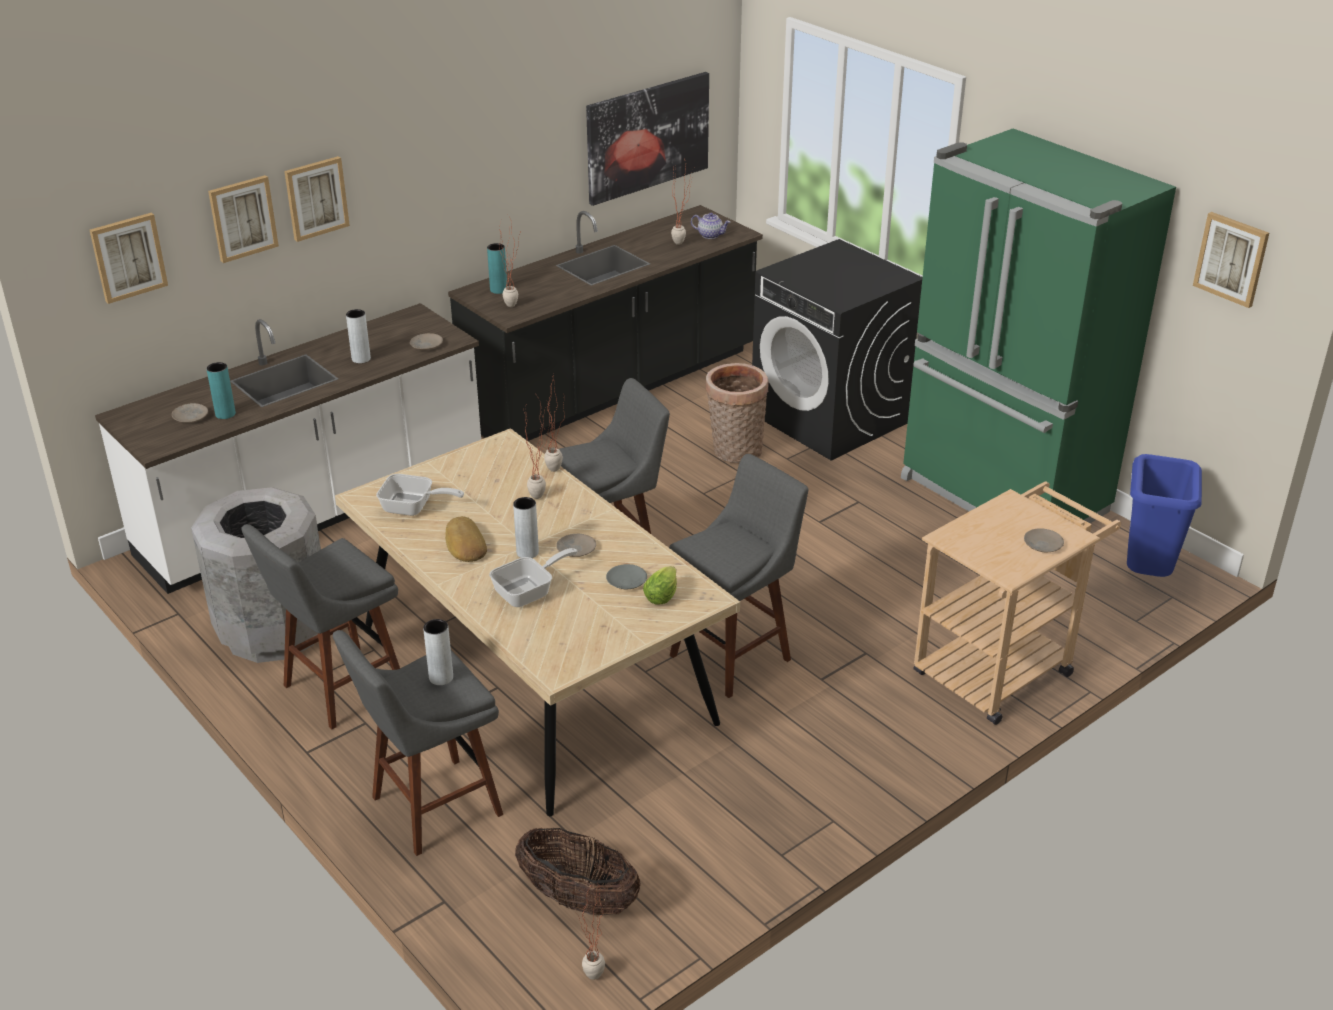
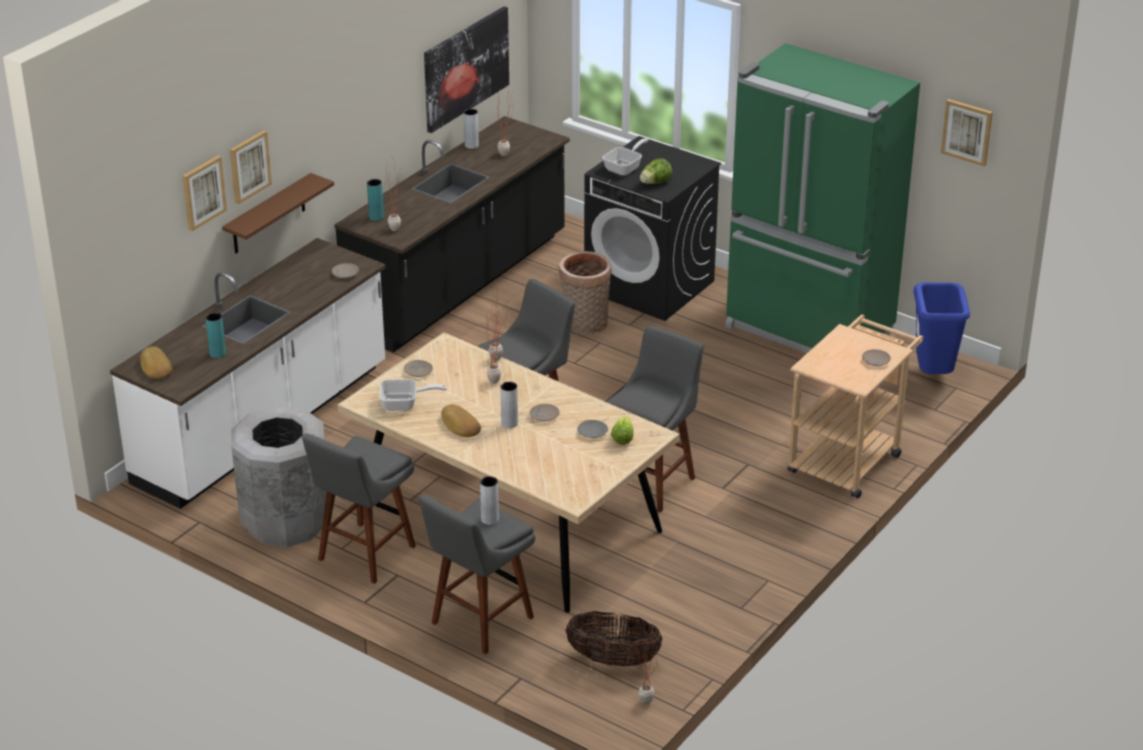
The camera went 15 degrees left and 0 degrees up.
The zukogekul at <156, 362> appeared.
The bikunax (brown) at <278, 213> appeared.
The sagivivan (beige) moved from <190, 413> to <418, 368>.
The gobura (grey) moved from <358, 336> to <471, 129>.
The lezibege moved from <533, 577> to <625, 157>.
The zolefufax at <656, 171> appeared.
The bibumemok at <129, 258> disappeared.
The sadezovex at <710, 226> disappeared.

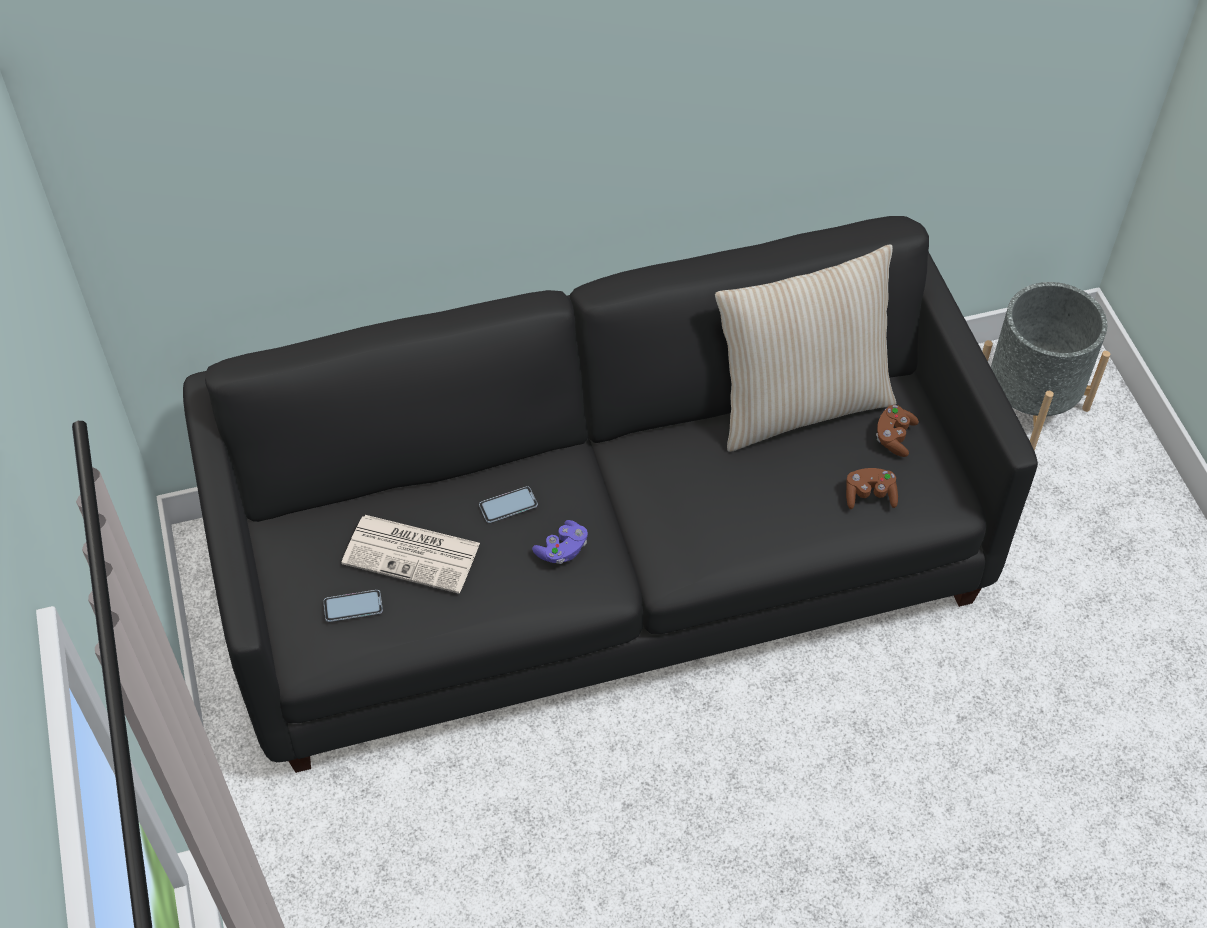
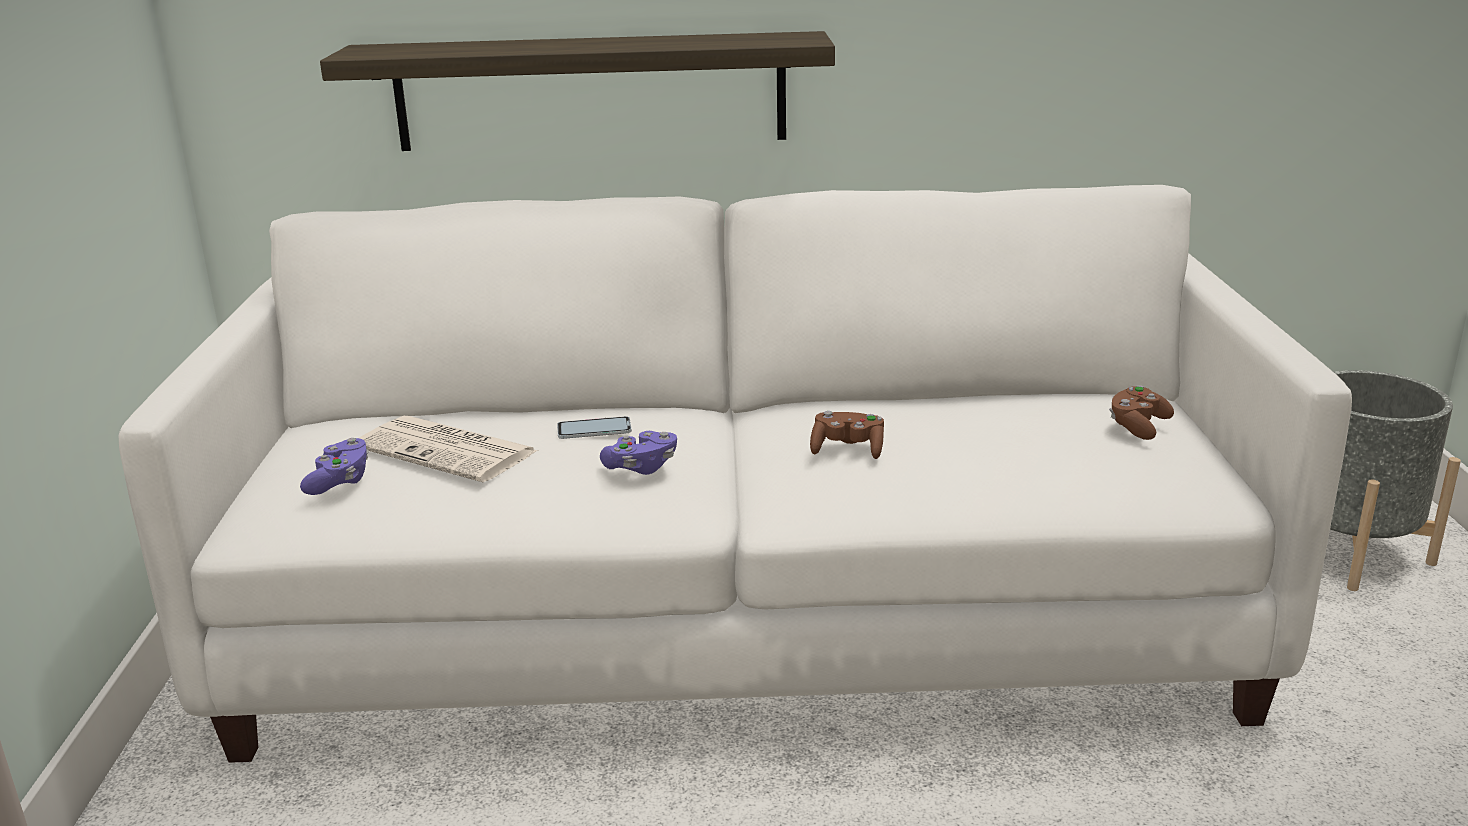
The camera went 15 degrees right and 30 degrees down.
The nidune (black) at <610, 494> became the nidune (white) at <735, 474>.
The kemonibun at <353, 606> was replaced by the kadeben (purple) at <334, 466>.
The bikunax at <577, 91> appeared.
The kadeben (brown) moved from <872, 488> to <847, 435>.
The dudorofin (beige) at <805, 348> disappeared.

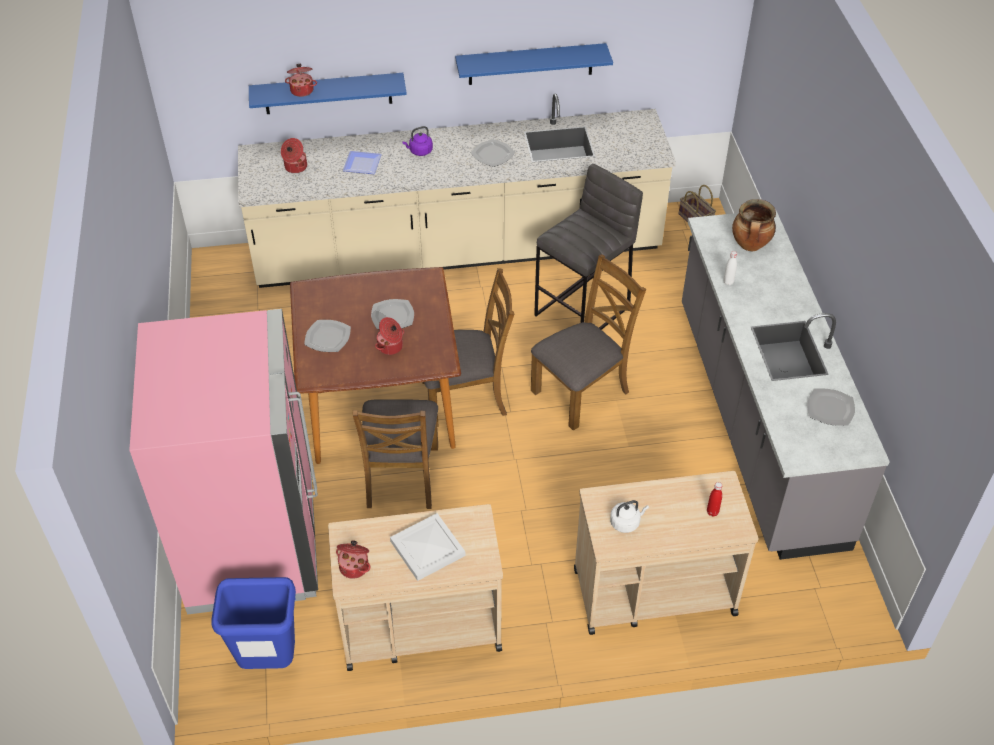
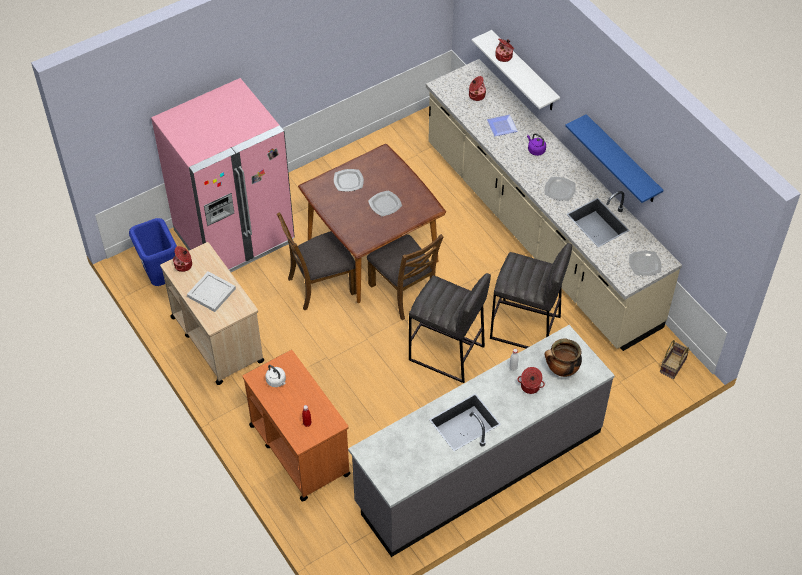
The camera went 65 degrees right and 5 degrees up.
The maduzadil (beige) at <666, 553> became the maduzadil (orange) at <297, 425>.
The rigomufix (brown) at <588, 342> was replaced by the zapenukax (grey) at <450, 328>.
The bikunax (blue) at <328, 93> became the bikunax (white) at <516, 70>.
The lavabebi moved from <389, 336> to <531, 380>.
The sagivivan moved from <831, 407> to <645, 263>.

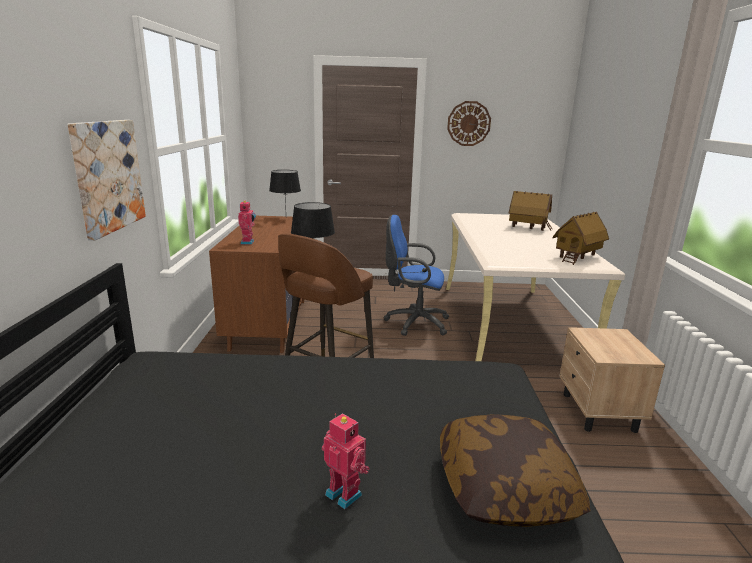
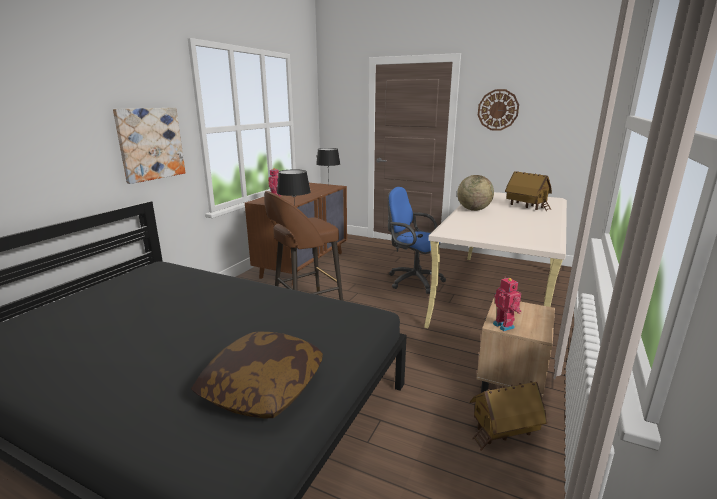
The camera went 25 degrees right and 0 degrees up.
The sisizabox at <475, 193> appeared.
The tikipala moved from <580, 238> to <508, 416>.
The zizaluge moved from <346, 461> to <507, 304>.

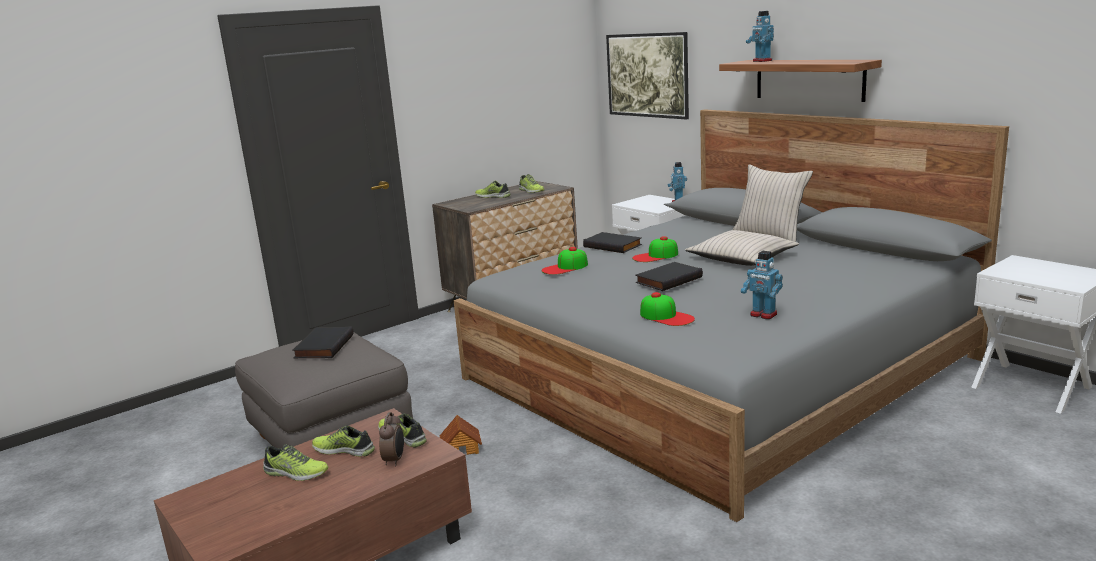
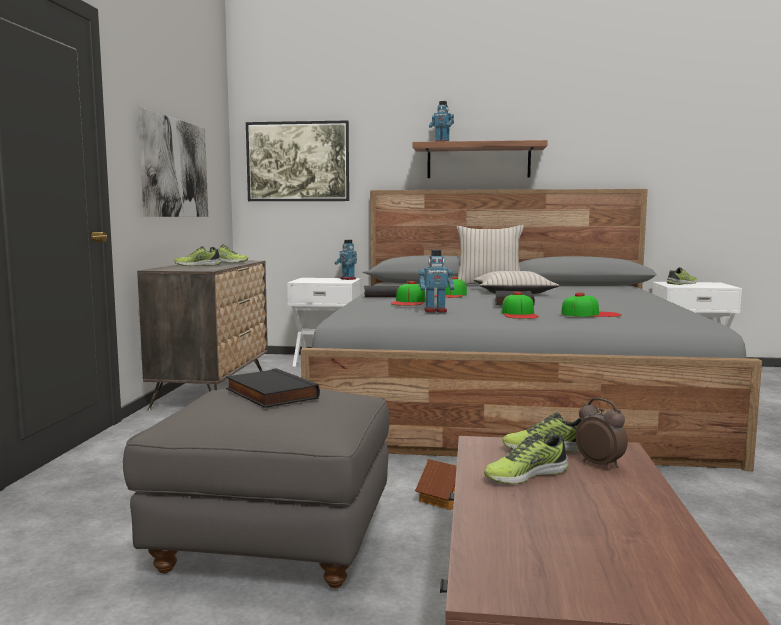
The camera went 45 degrees left and 10 degrees down.
The bibumemok at <173, 162> appeared.
The zizaluge moved from <762, 285> to <436, 281>.
The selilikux at <520, 305> appeared.
The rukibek moved from <295, 462> to <682, 276>.

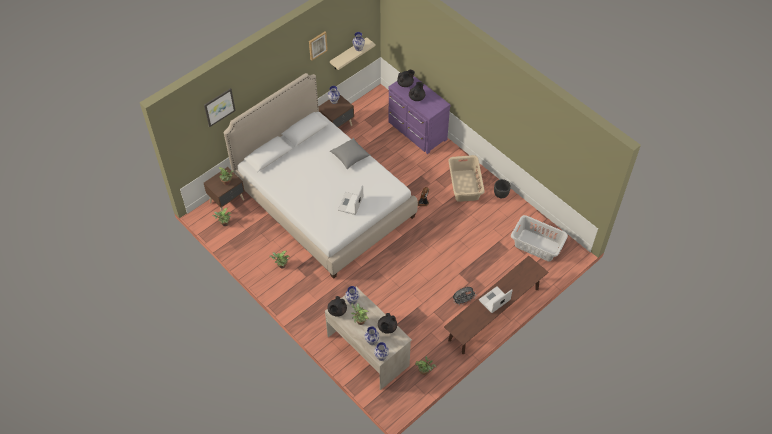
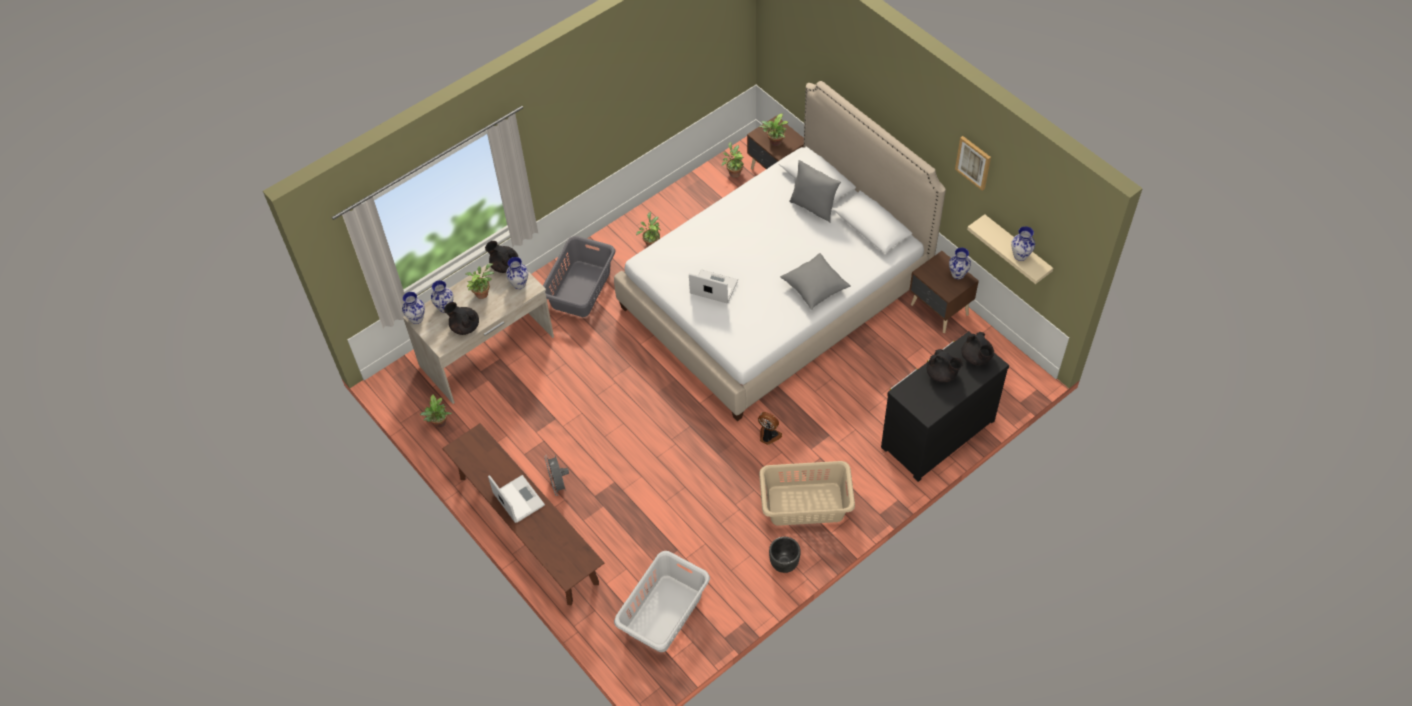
The camera went 95 degrees right and 0 degrees up.
The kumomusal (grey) at <579, 276> appeared.
The dudorofin (grey) at <815, 191> appeared.
The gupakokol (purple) at <419, 115> became the gupakokol (black) at <945, 406>.
The bibumemok at <220, 107> disappeared.

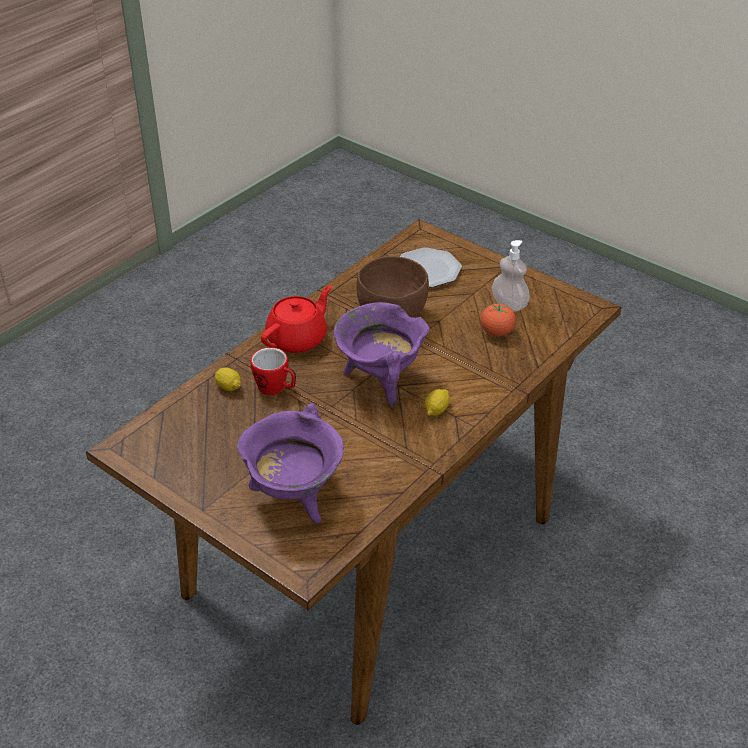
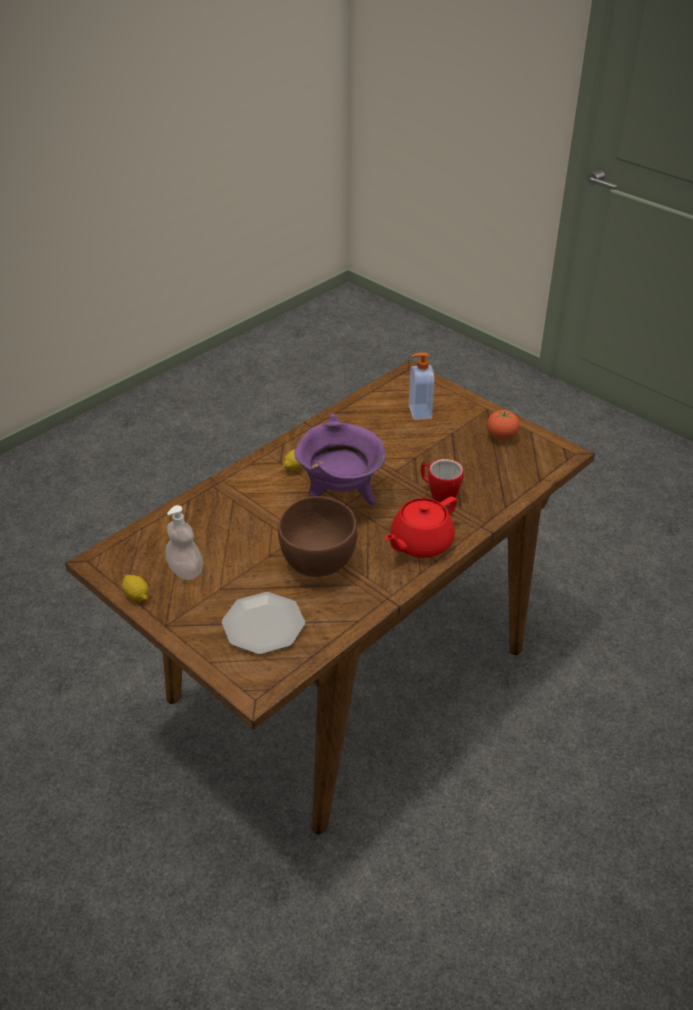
The camera went 175 degrees left and 0 degrees up.
The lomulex moved from <228, 379> to <135, 588>.
The lavabebi (purple) at <290, 463> was replaced by the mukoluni at <421, 386>.
The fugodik moved from <498, 319> to <503, 424>.

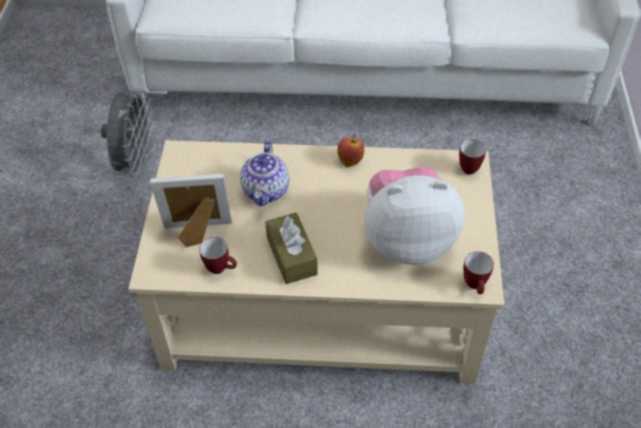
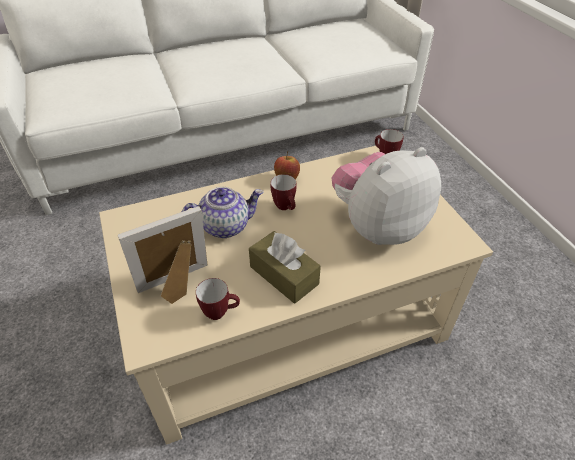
The camera went 25 degrees left and 5 degrees down.
The sadezovex at <264, 173> turned 90 degrees counterclockwise.
The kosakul moved from <478, 272> to <283, 192>.
The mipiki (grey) at <127, 133> disappeared.

